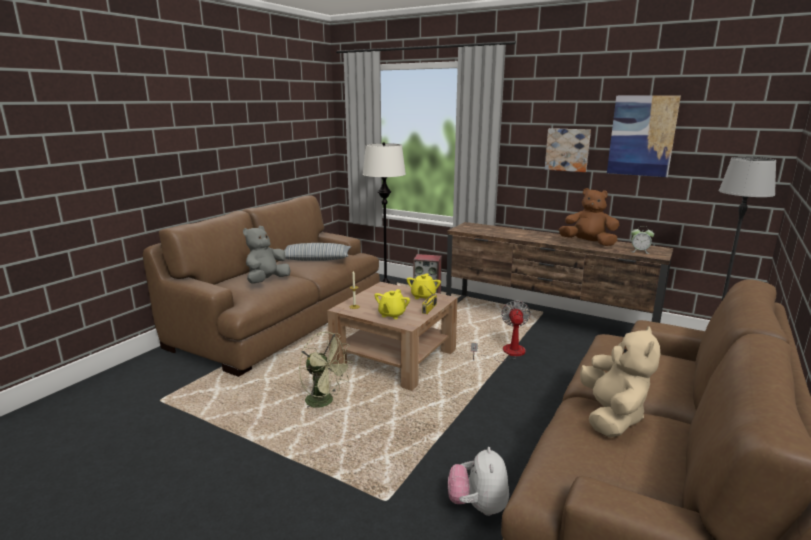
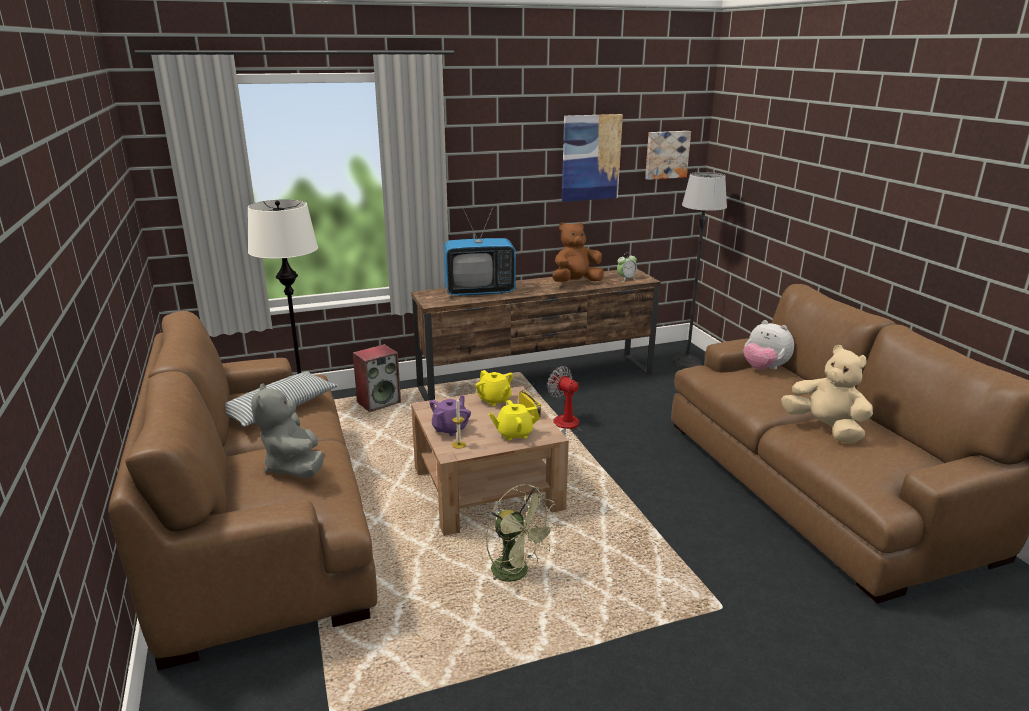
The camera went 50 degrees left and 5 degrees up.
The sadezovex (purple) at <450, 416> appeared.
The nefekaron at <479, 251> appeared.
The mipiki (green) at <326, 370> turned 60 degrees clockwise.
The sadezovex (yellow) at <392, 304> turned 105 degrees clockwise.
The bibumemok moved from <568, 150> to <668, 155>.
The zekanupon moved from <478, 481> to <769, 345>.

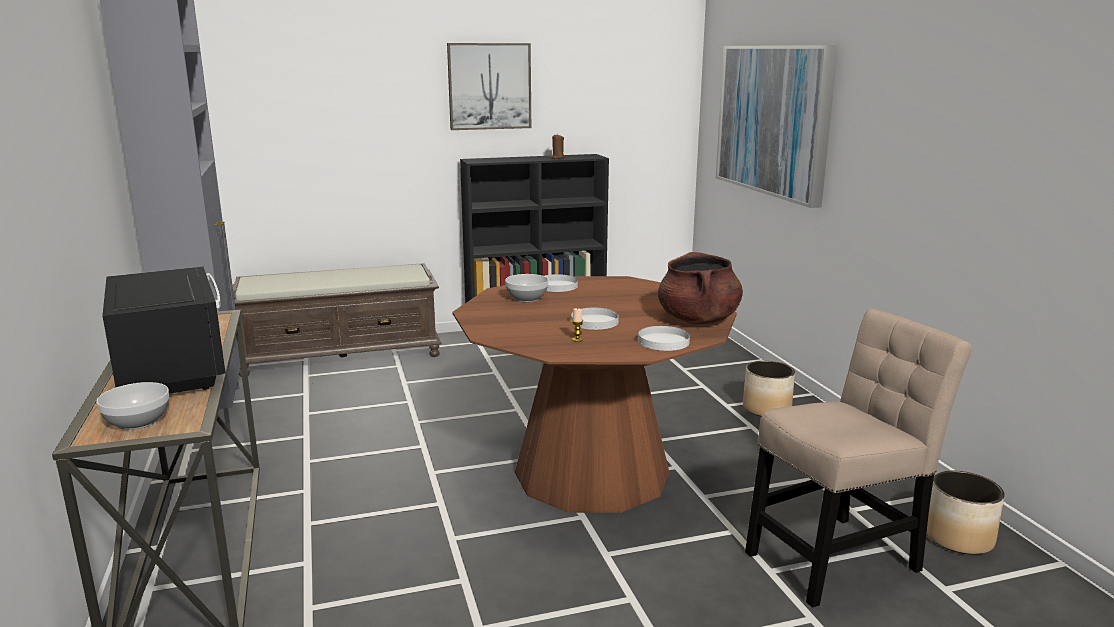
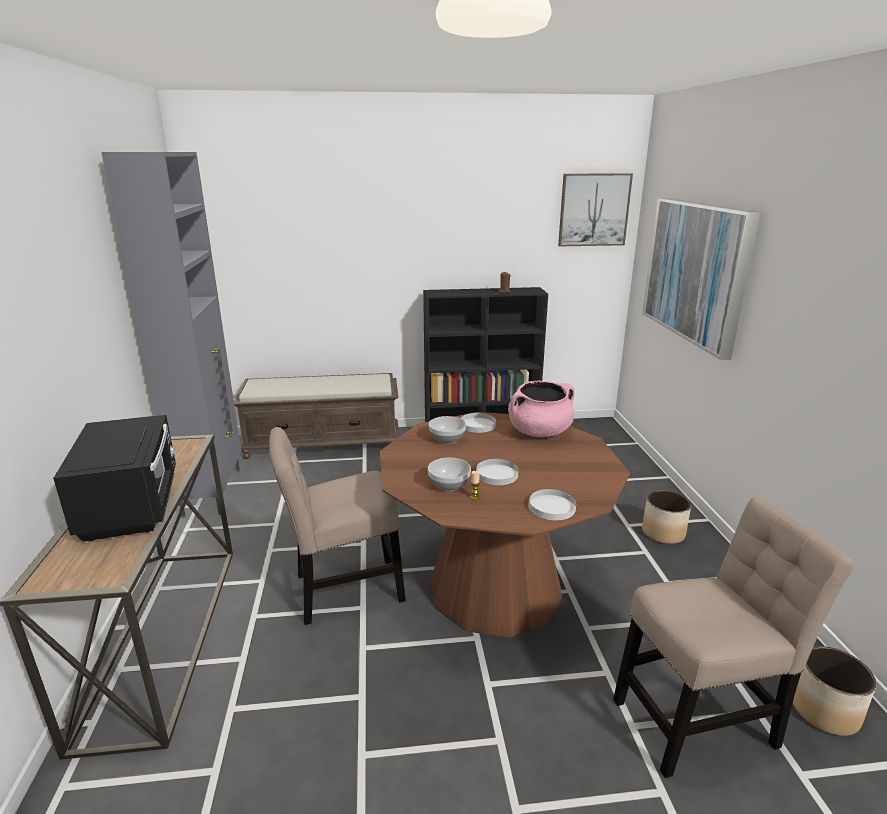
The camera went 10 degrees right and 5 degrees up.
The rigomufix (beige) at <337, 526> appeared.
The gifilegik moved from <132, 406> to <449, 474>.
The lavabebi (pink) at <541, 409> appeared.
The bibumemok moved from <489, 86> to <595, 209>.
The lavabebi (brown) at <700, 288> disappeared.

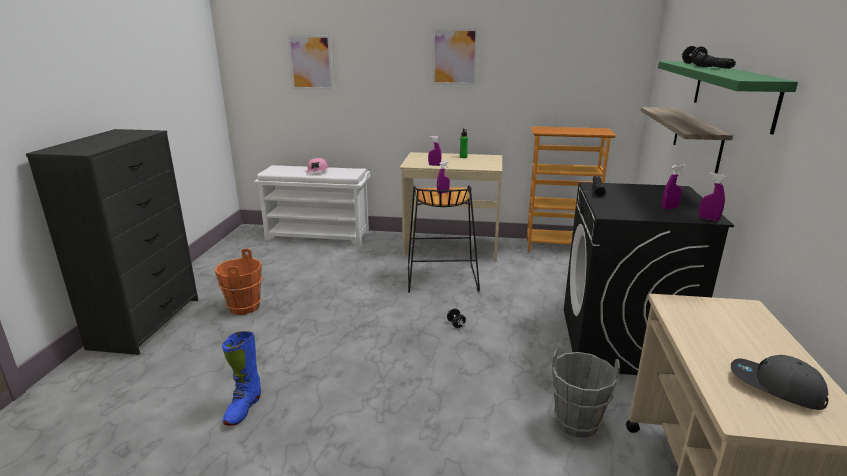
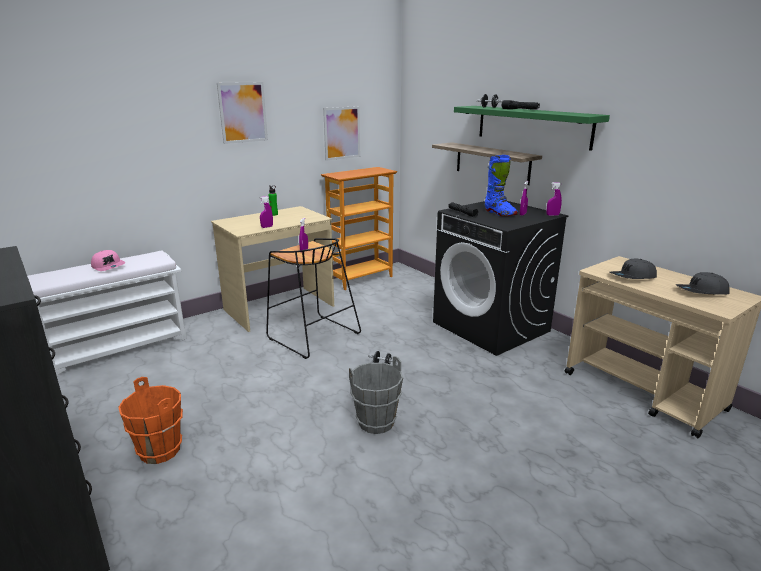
The camera went 45 degrees left and 0 degrees up.
The bibumemok moved from <310, 62> to <341, 133>.
The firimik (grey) moved from <585, 393> to <376, 395>.
The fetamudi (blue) moved from <241, 378> to <501, 185>.
The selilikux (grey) at <633, 269> appeared.

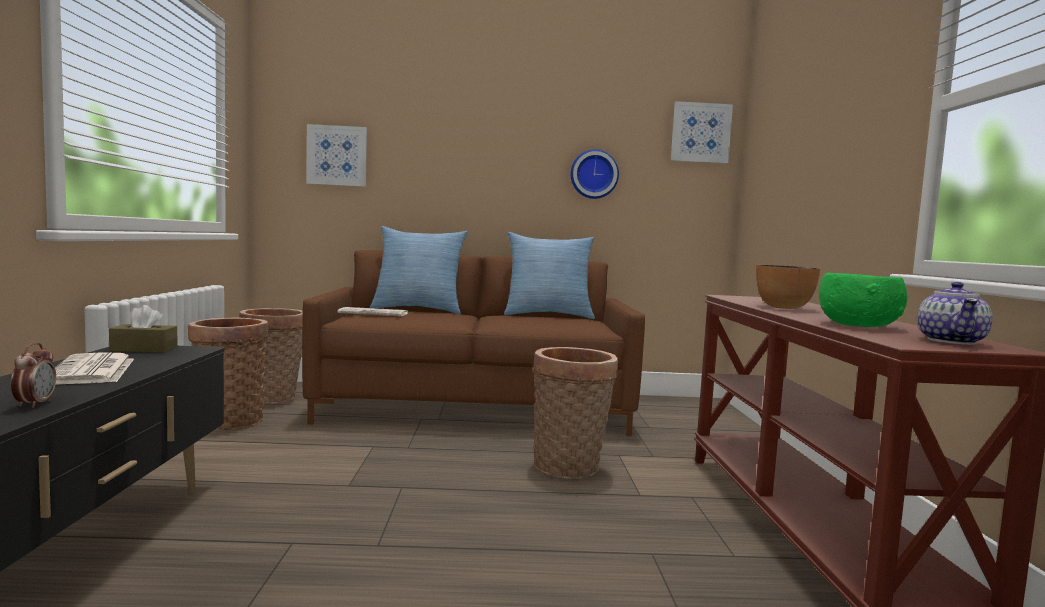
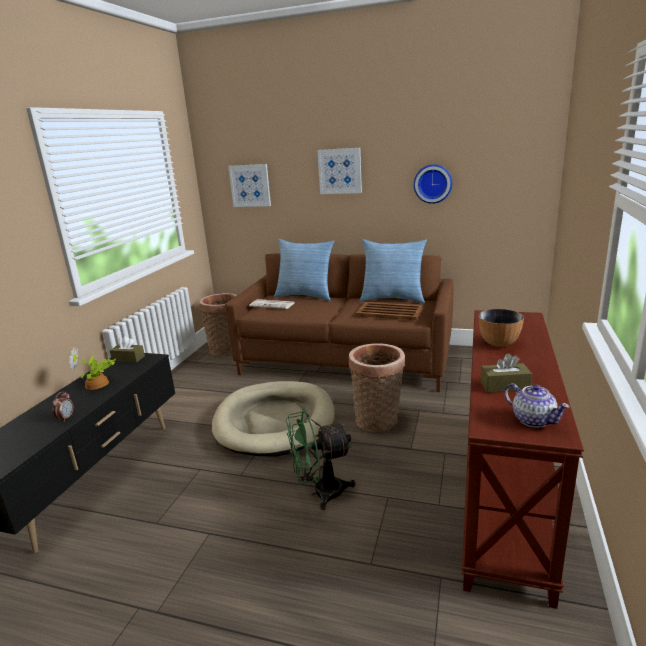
The camera went 20 degrees right and 15 degrees up.
The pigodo at <94, 368> was replaced by the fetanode at <92, 368>.
The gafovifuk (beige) at <273, 418> appeared.
The mipiki (green) at <320, 460> appeared.
The bibumemok moved from <702, 132> to <339, 171>.
The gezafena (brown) at <389, 311> appeared.
The gifilegik (green) at <863, 300> was replaced by the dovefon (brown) at <506, 373>.
The sadezovex at <955, 313> turned 75 degrees counterclockwise.
The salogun at <228, 374> disappeared.

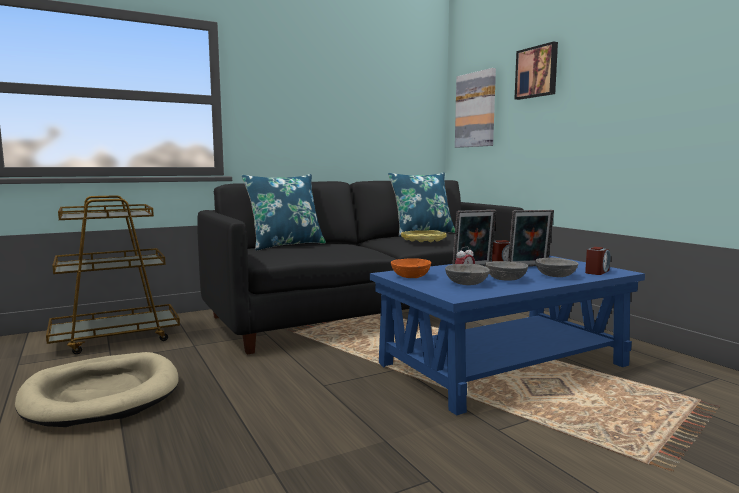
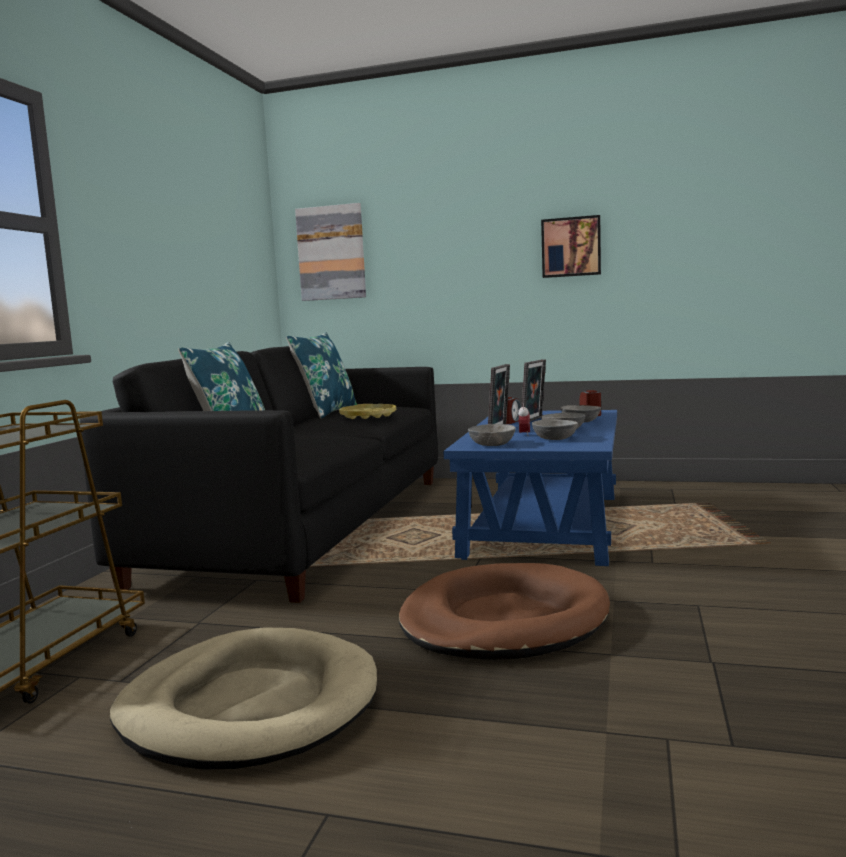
The camera went 45 degrees left and 0 degrees up.
The gafovifuk (brown) at <504, 611> appeared.
The gifilegik (orange) at <411, 268> became the gifilegik (grey) at <492, 435>.
The bibumemok moved from <536, 70> to <571, 246>.

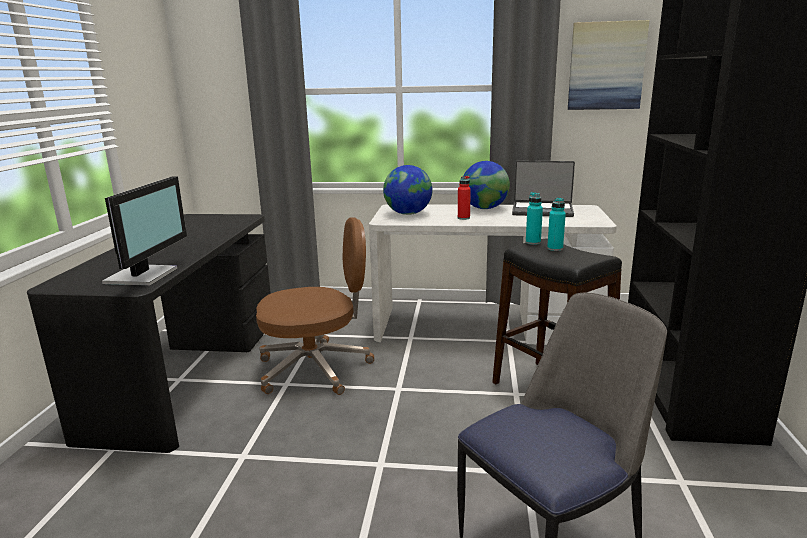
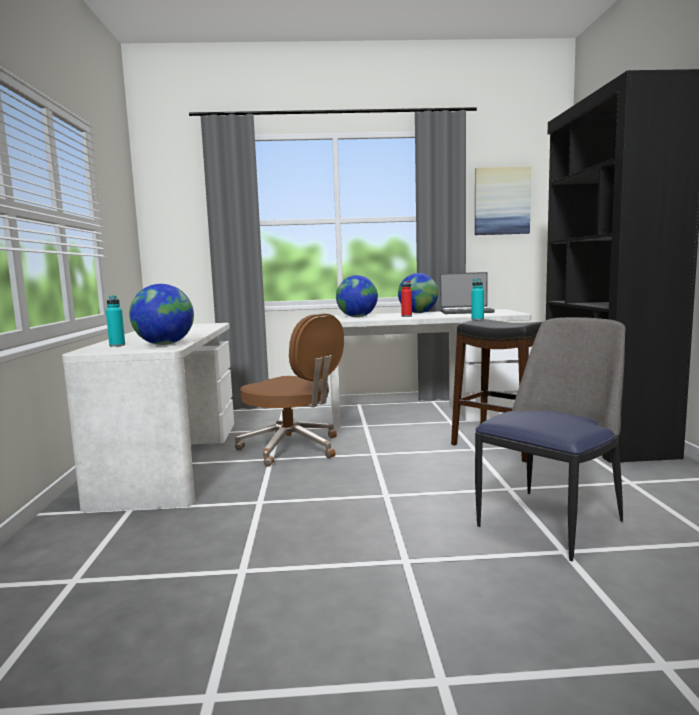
The camera went 10 degrees left and 10 degrees down.
The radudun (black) at <149, 333> became the radudun (white) at <148, 417>.
The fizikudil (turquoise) moved from <556, 224> to <115, 321>.
The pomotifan at <144, 231> was replaced by the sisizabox at <161, 314>.
The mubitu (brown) at <315, 306> turned 60 degrees clockwise.

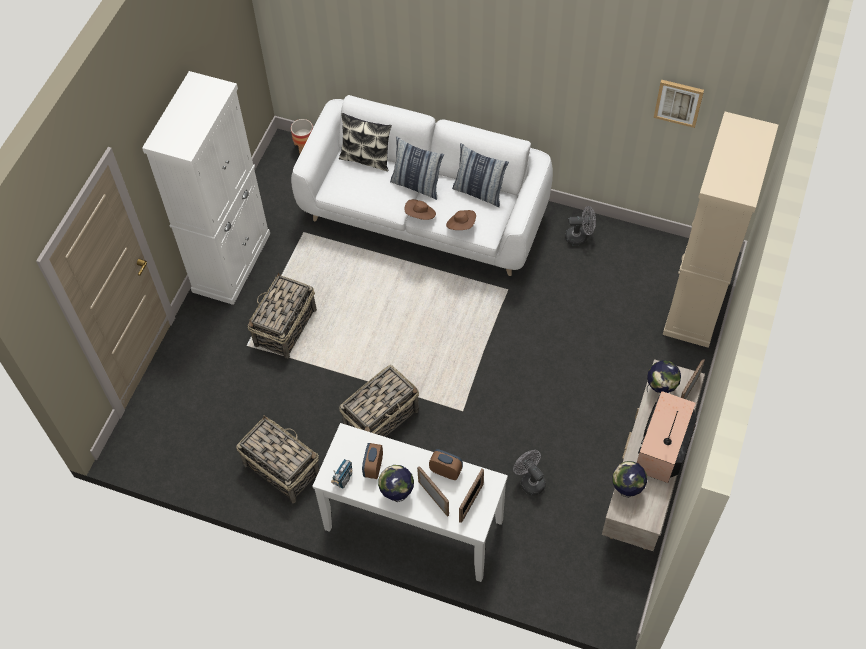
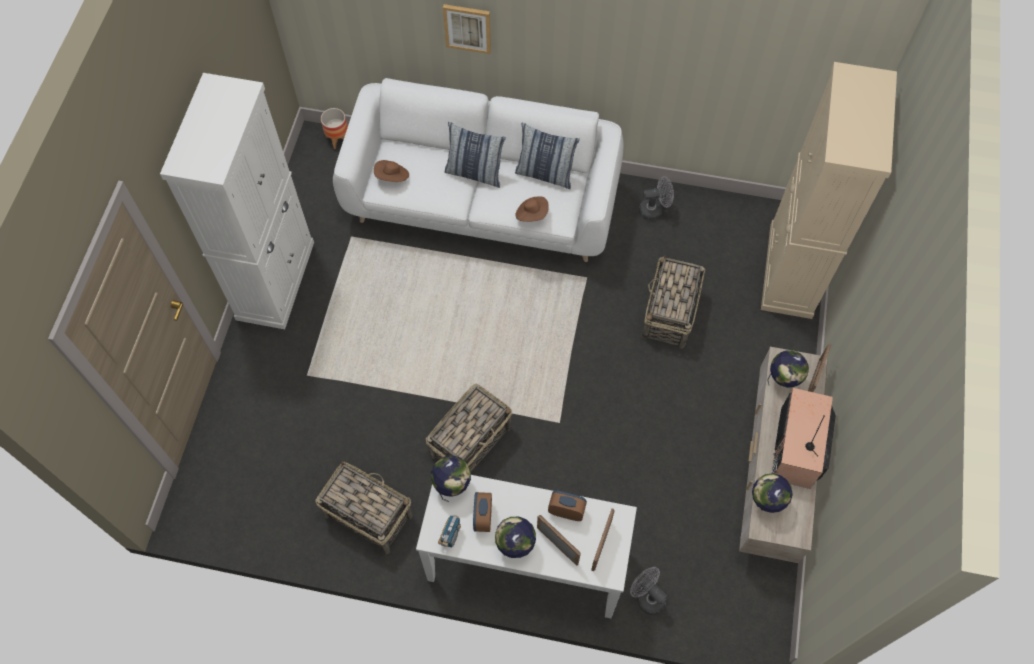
The camera went 10 degrees left and 5 degrees up.
The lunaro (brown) moved from <420, 209> to <391, 171>.
The sisizabox at <451, 478> appeared.
The bibumemok moved from <679, 104> to <467, 29>.
The mipiki (grey) moved from <529, 473> to <648, 591>.
The salogun moved from <282, 316> to <673, 302>.
The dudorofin at <365, 142> disappeared.

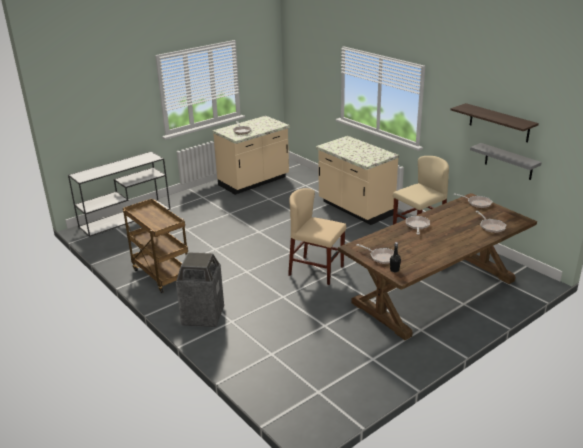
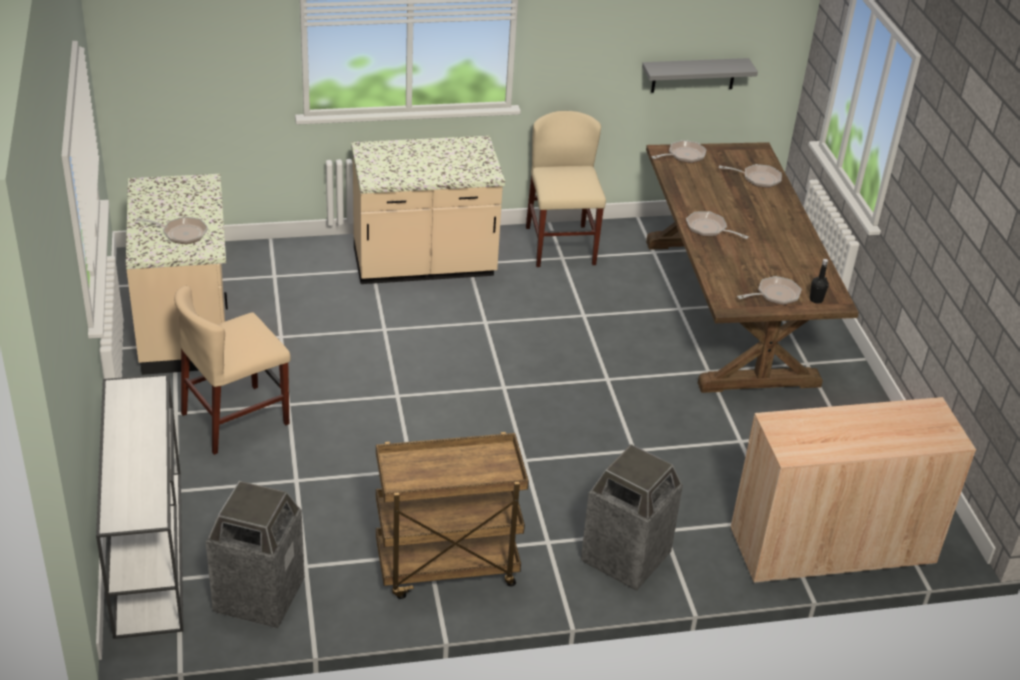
The camera went 65 degrees left and 10 degrees up.
The rigomufix (beige) moved from <317, 236> to <232, 370>.
The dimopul at <255, 554> appeared.
The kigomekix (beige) at <853, 490> appeared.
The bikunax at <494, 123> disappeared.

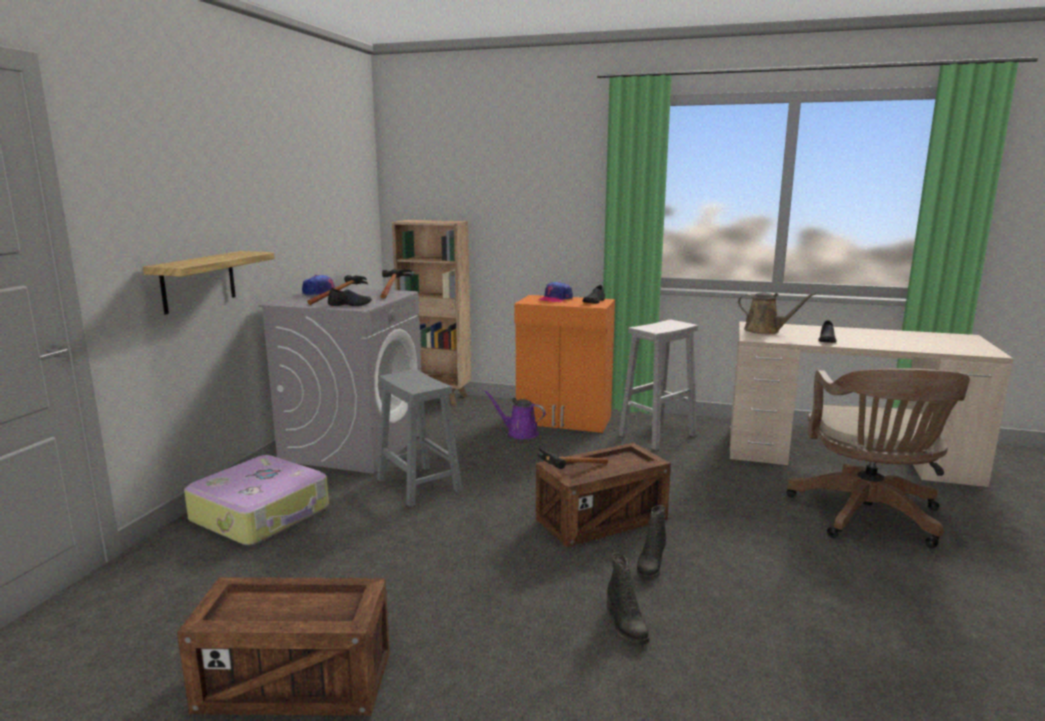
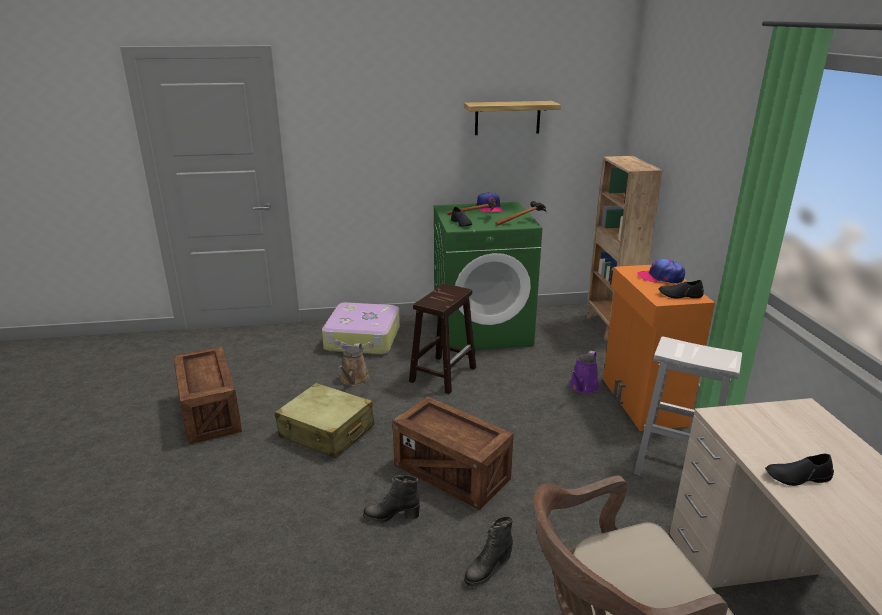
The camera went 65 degrees right and 10 degrees up.
The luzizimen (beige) at <324, 420> appeared.
The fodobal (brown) moved from <777, 313> to <354, 364>.
The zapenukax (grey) at <420, 438> became the zapenukax (brown) at <442, 338>.
The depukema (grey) at <340, 381> became the depukema (green) at <487, 277>.
The bikunax moved from <209, 283> to <512, 118>.
The fetamudi (black) moved from <628, 599> to <488, 551>.
The fodobal (purple) at <515, 414> turned 150 degrees counterclockwise.
The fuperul at <572, 458> disappeared.

